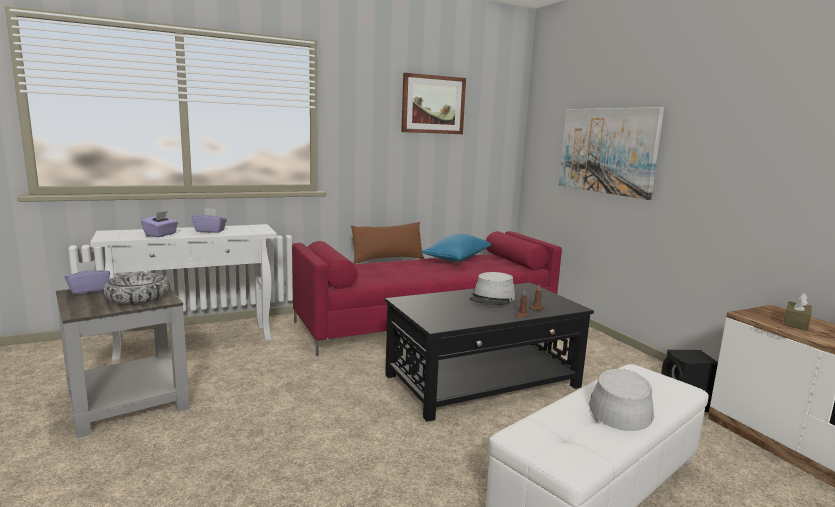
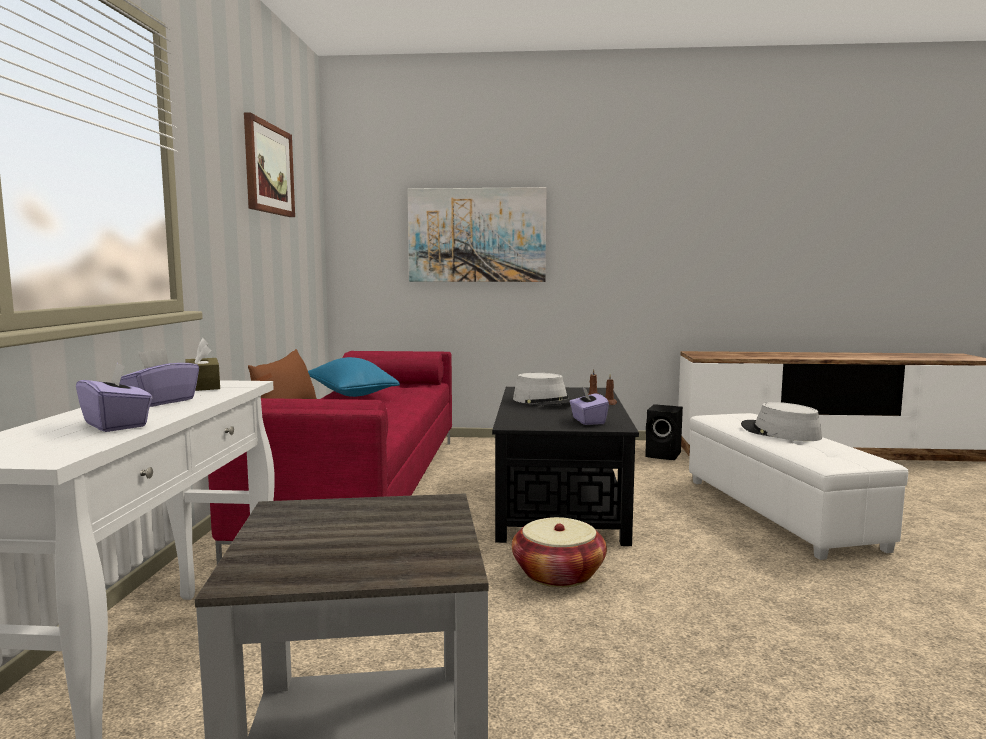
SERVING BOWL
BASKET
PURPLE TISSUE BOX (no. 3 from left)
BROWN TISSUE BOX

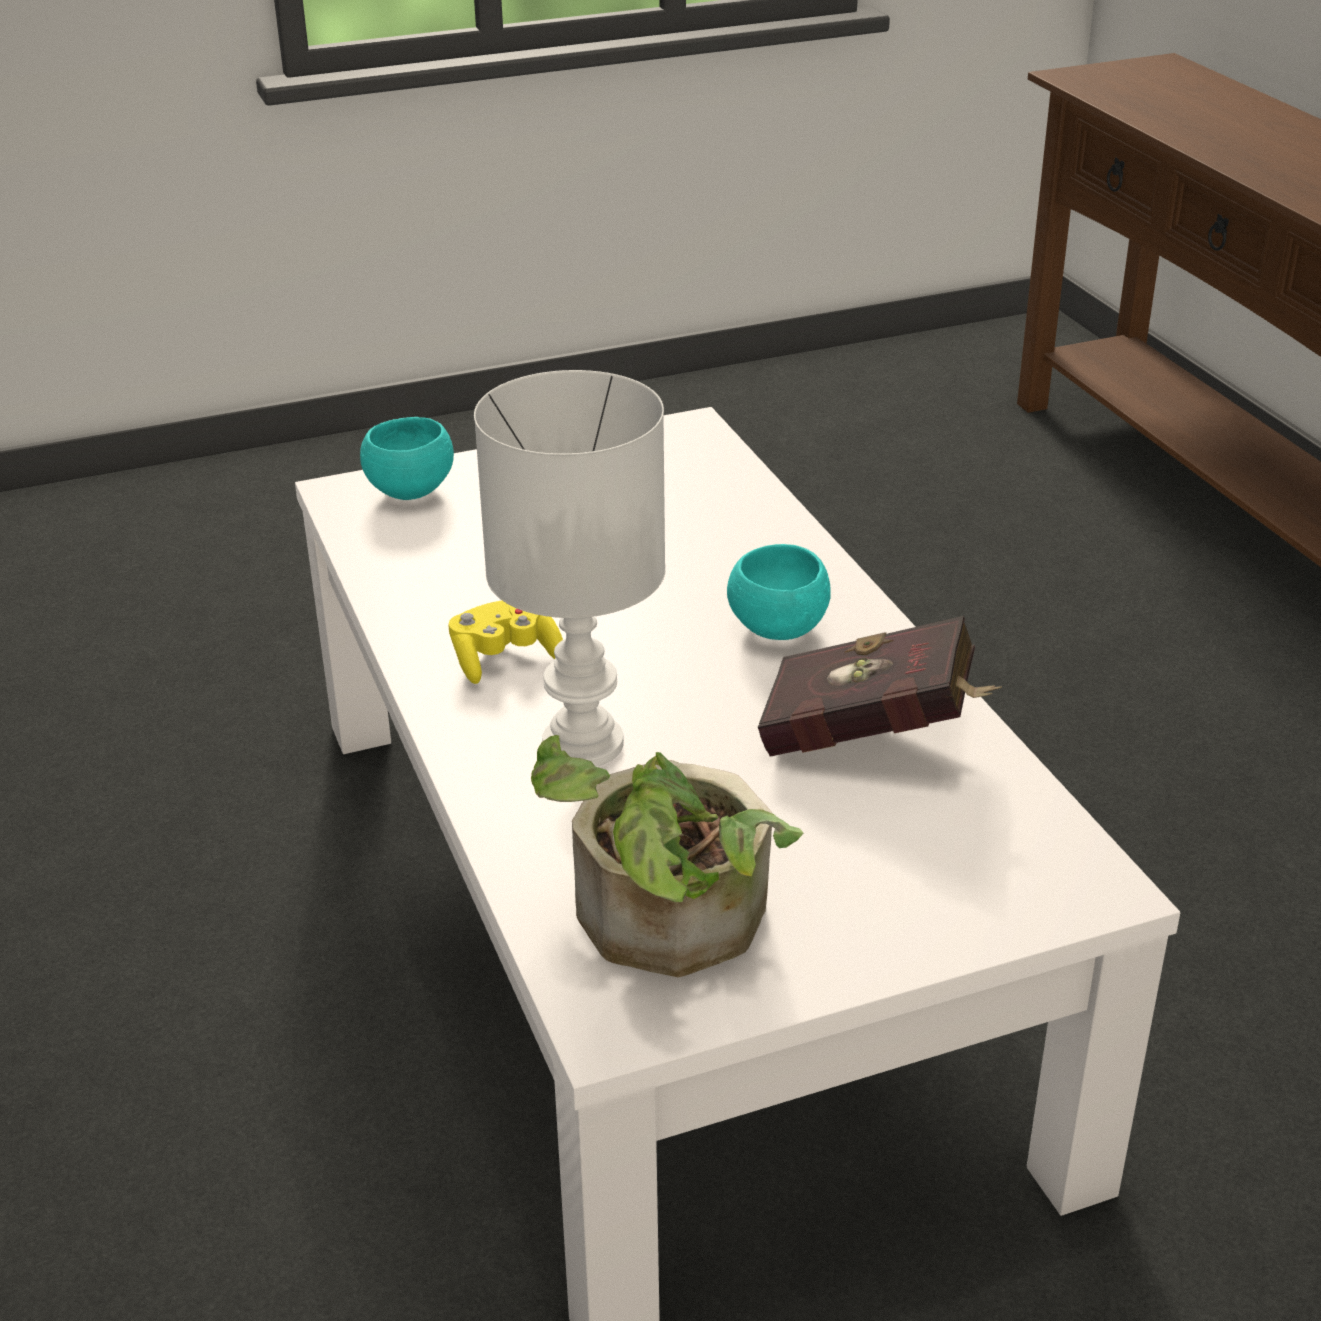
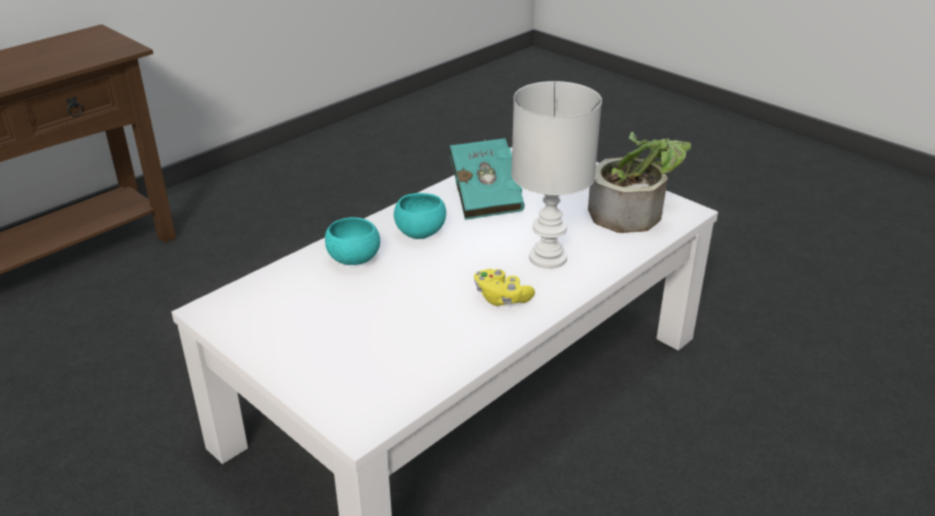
TURQUOISE-COLOURED SERVING BOWL (no. 1 from left)
TURQUOISE-COLOURED BOOK

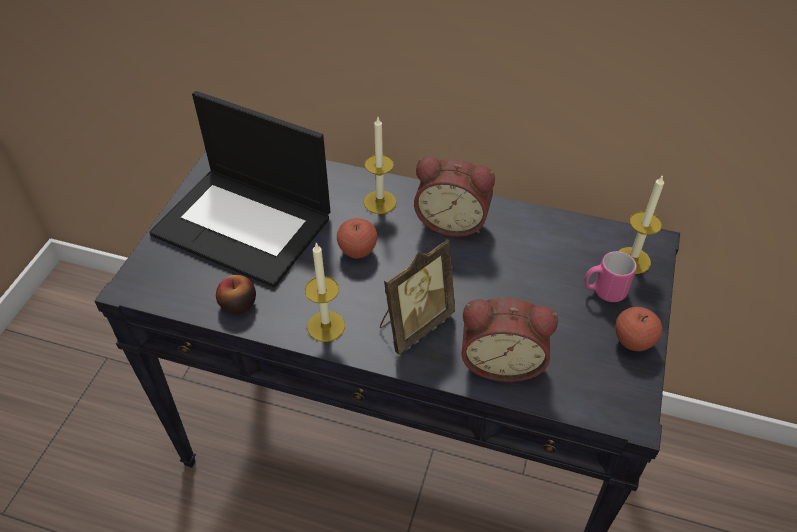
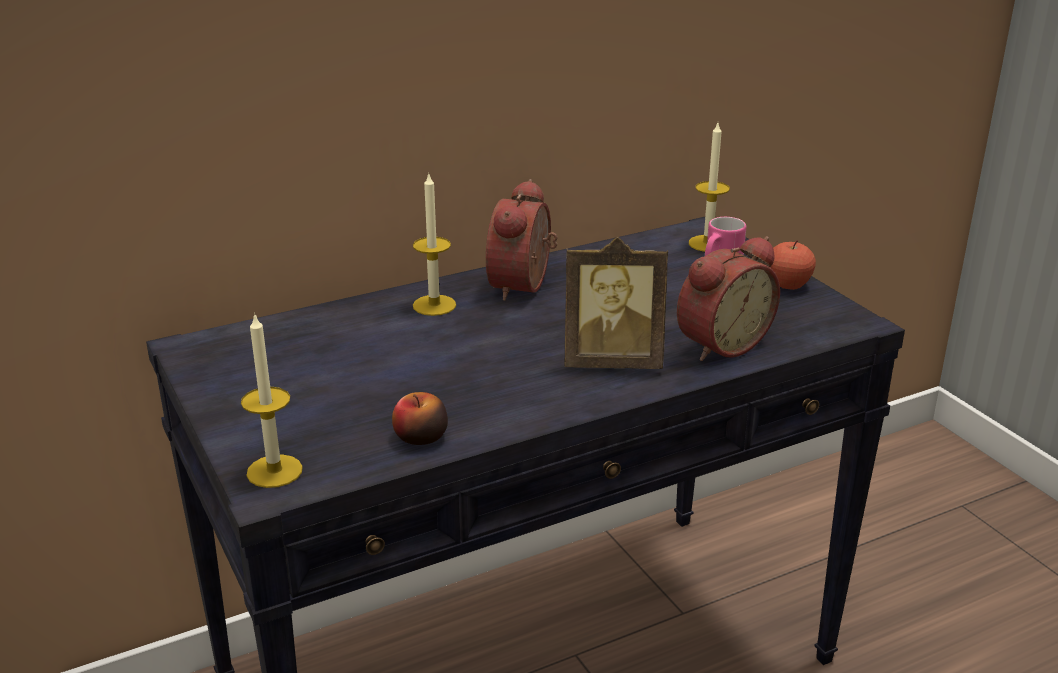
LAPTOP
WHOLE APPLE (no. 2 from left in the first image)
WAX LIGHT (no. 1 from left)
PICTURE FRAME
BEDSIDE CLOCK (no. 1 from left)

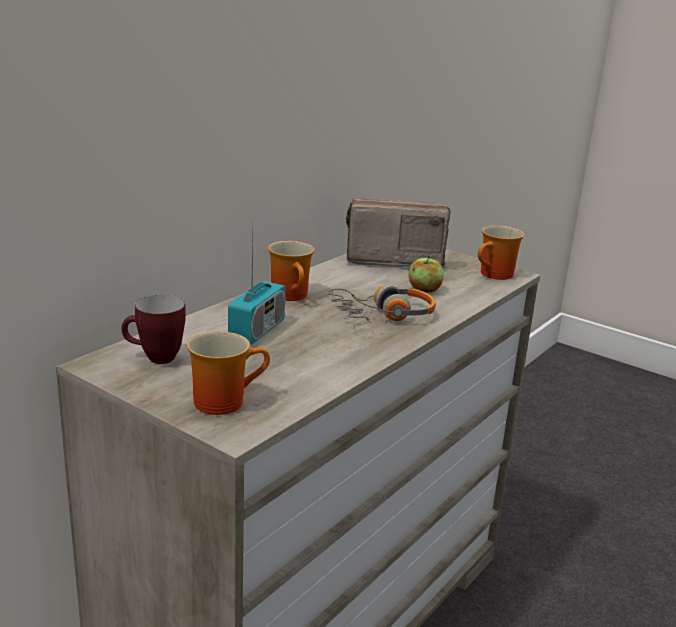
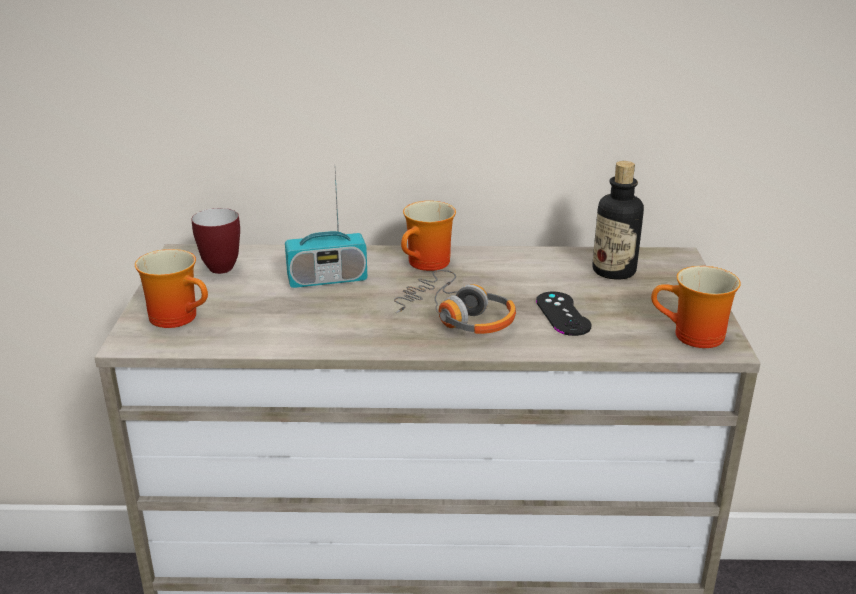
BEVERAGE BOTTLE
BLACK JOYPAD

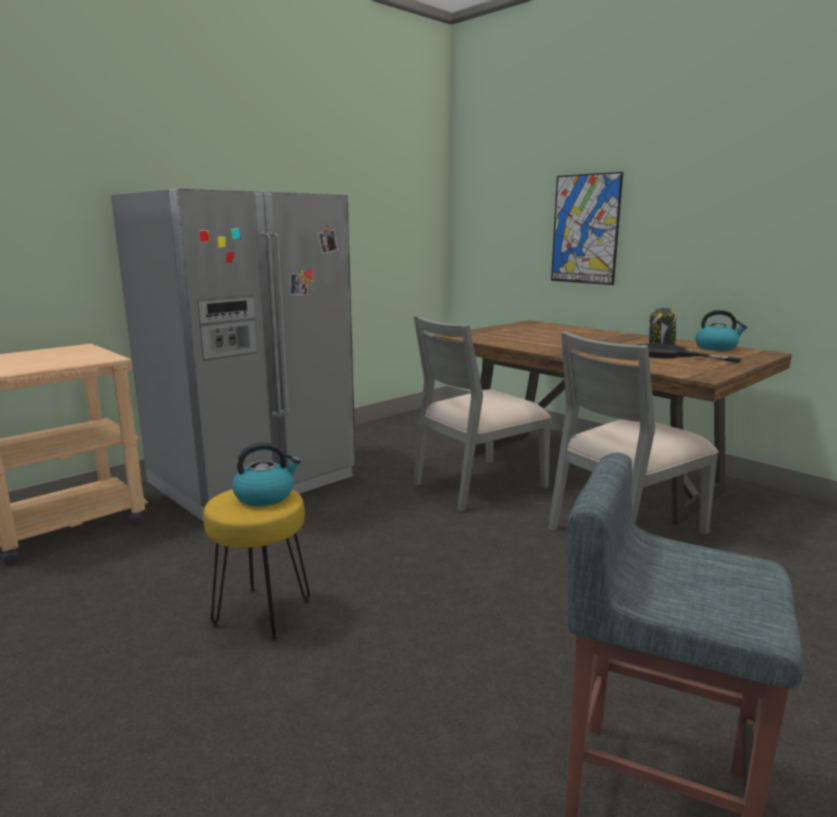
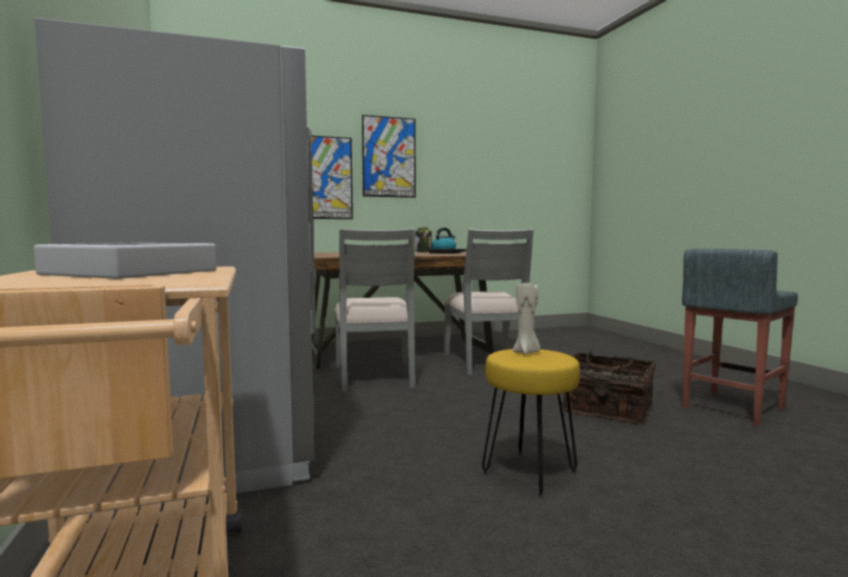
GREY SERVING TRAY
PICTURE (no. 2 from left)
BASKET
SAND-COLOURED WAX LIGHT

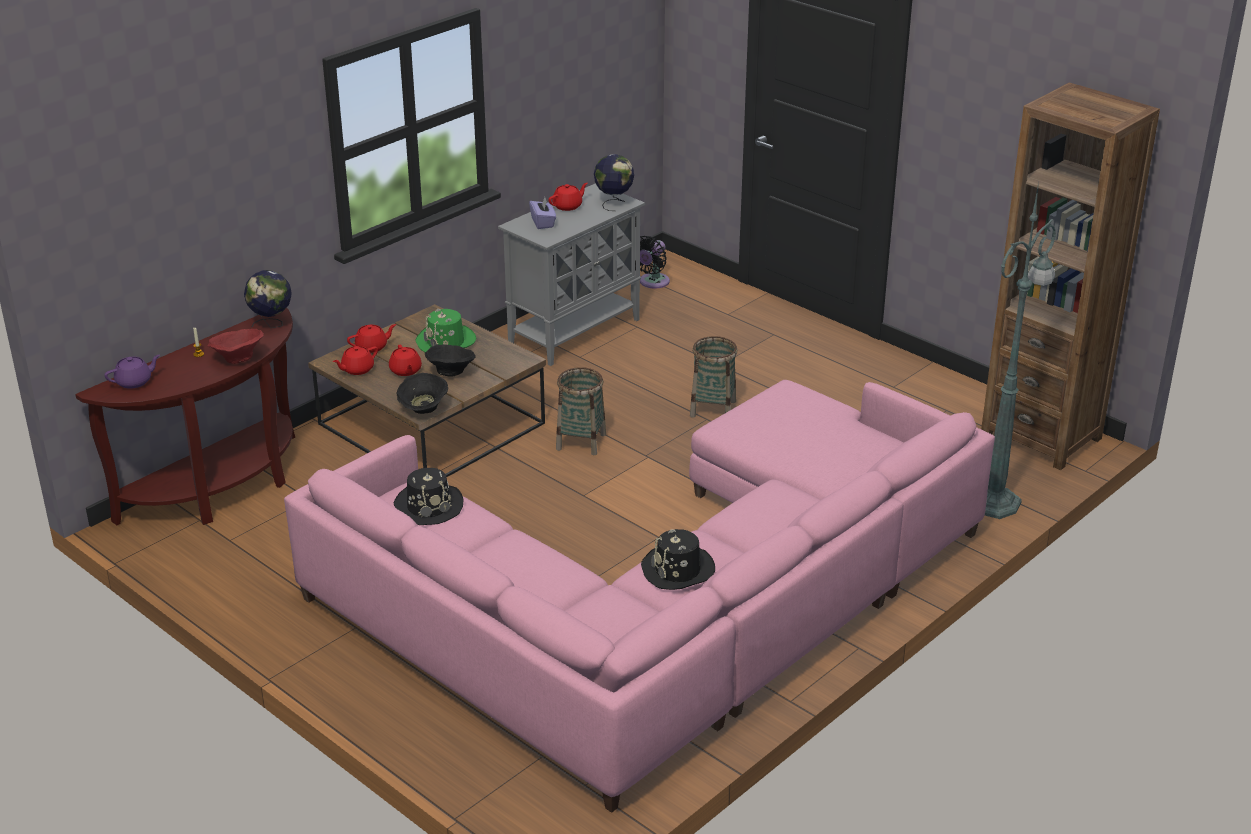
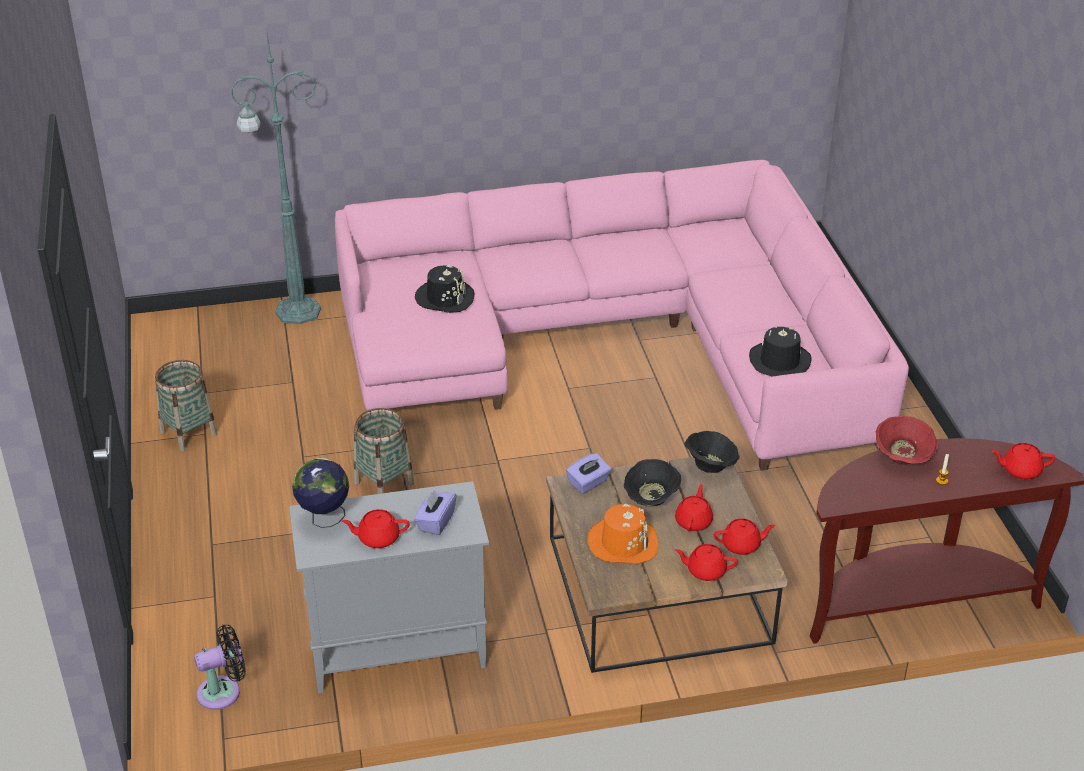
DESK GLOBE (no. 1 from left in the first image)
BROWN BOOKSHELF
PURPLE TISSUE BOX (no. 2 from left)
BASKET (no. 1 from left)
BLACK WEARABLE HAT (no. 1 from left)
RED-COLOURED POT FOR TEA (no. 5 from left)
ORANGE WEARABLE HAT

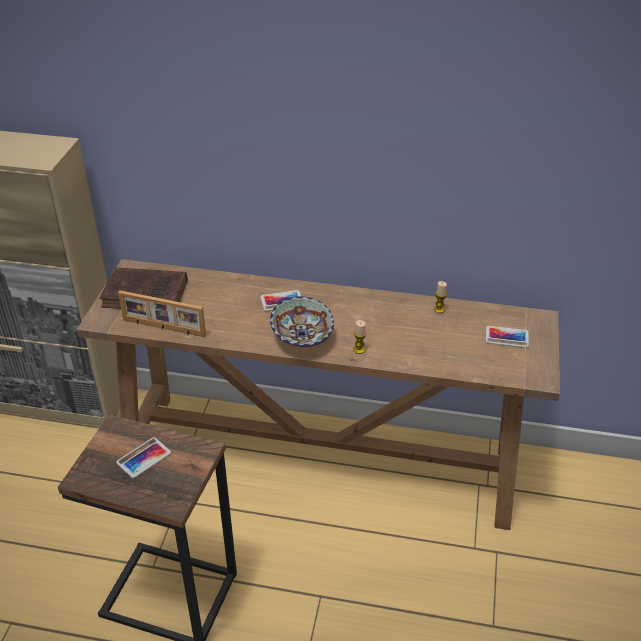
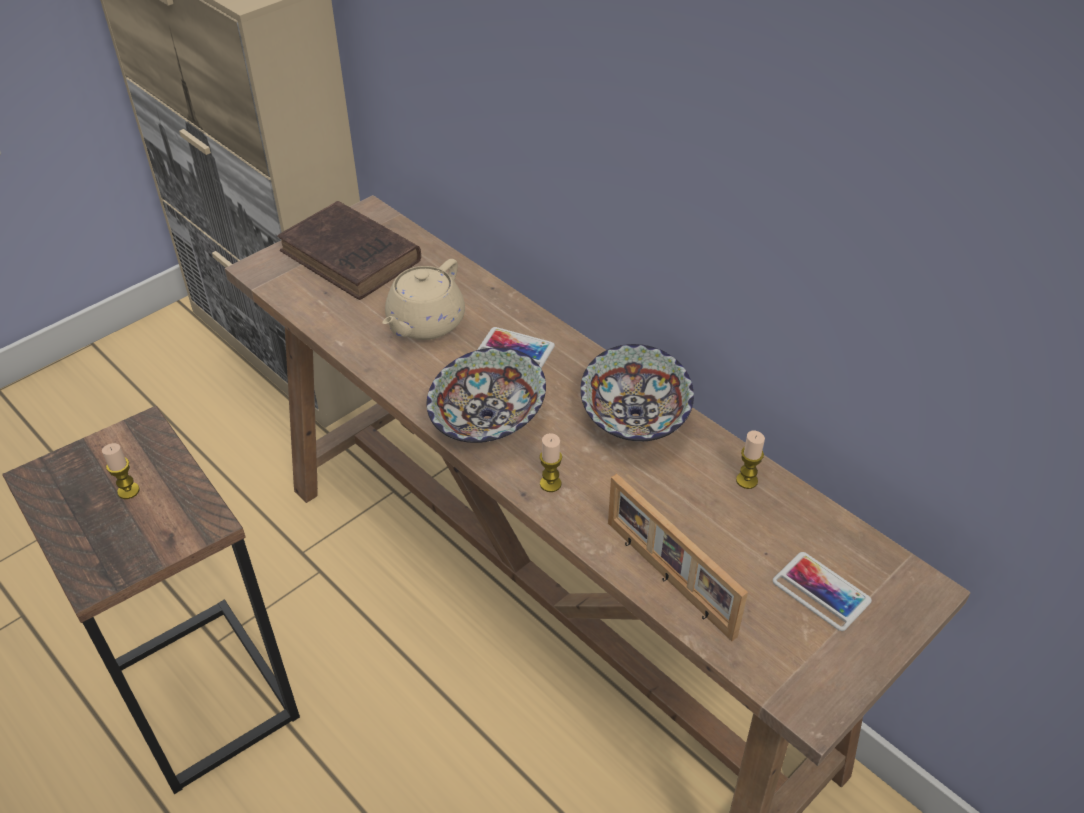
SAND-COLOURED POT FOR TEA
SERVING BOWL (no. 2 from left)
PICTURE FRAME
WAX LIGHT (no. 1 from left)

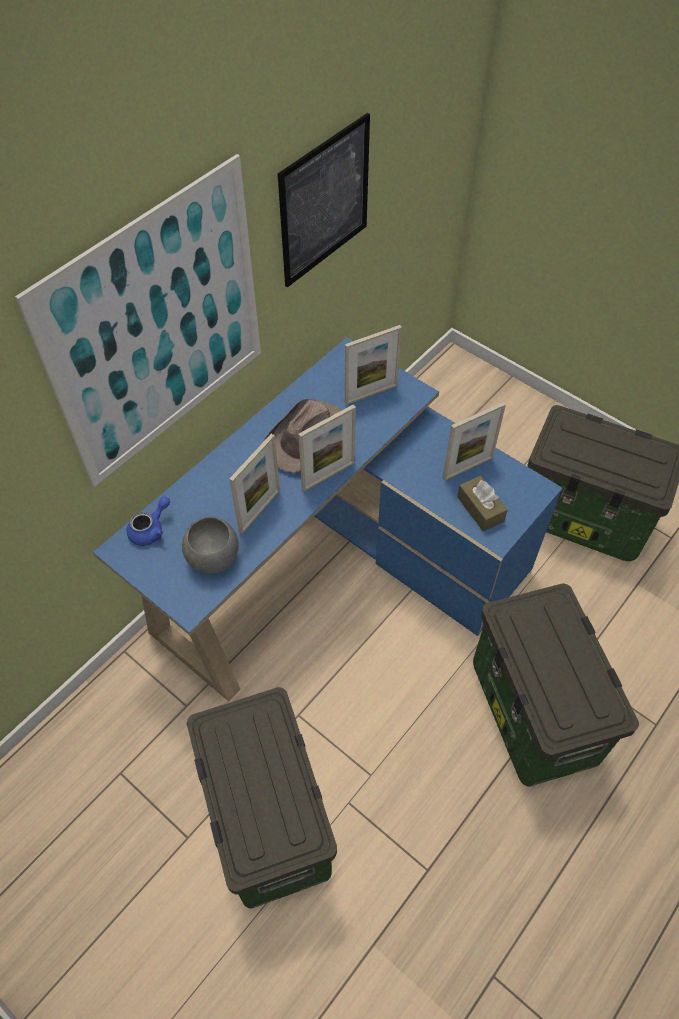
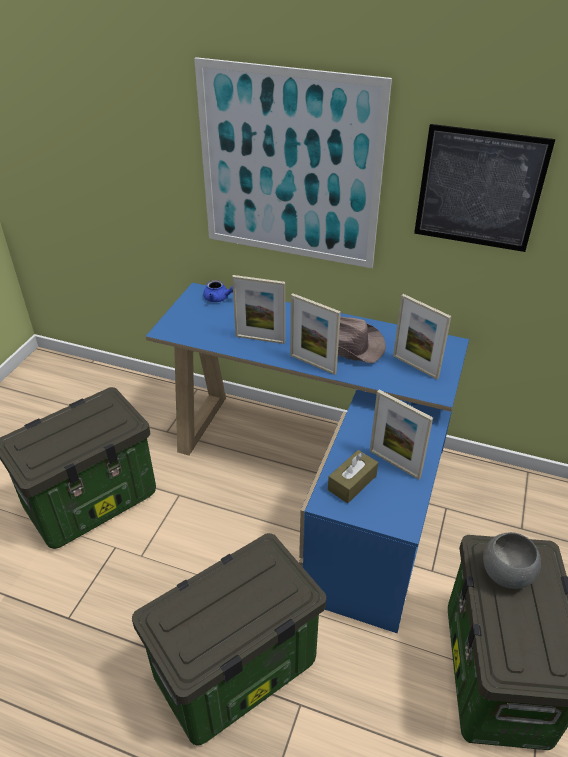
GREY SERVING BOWL

